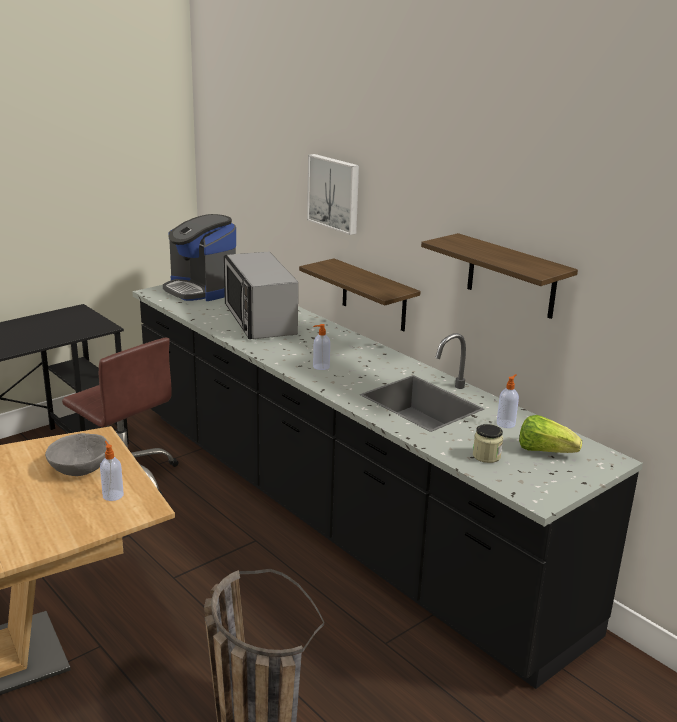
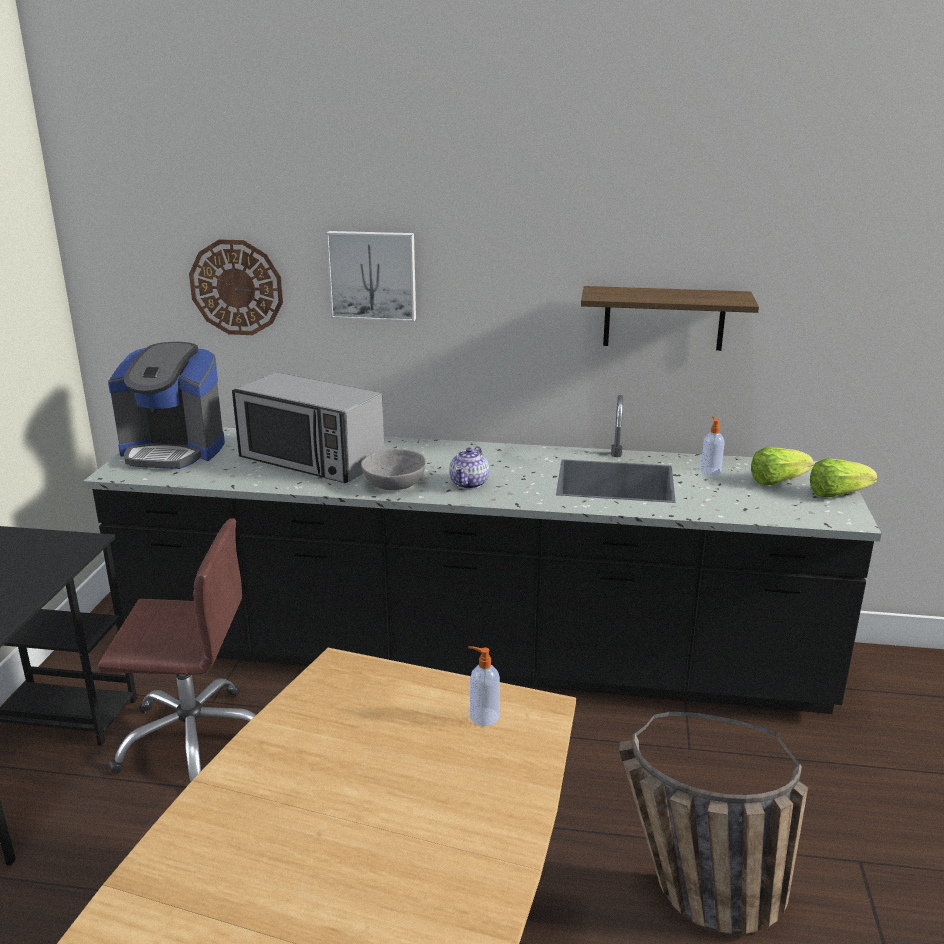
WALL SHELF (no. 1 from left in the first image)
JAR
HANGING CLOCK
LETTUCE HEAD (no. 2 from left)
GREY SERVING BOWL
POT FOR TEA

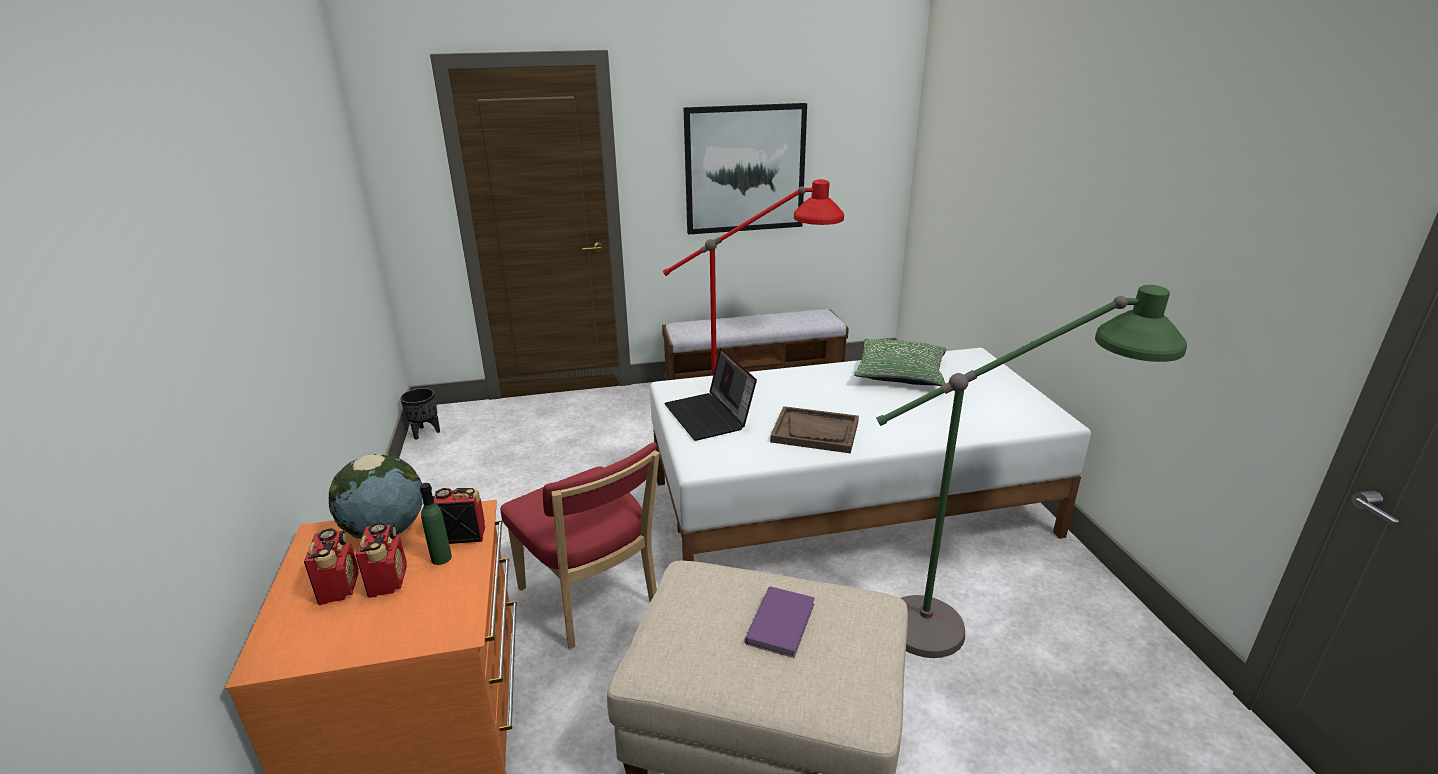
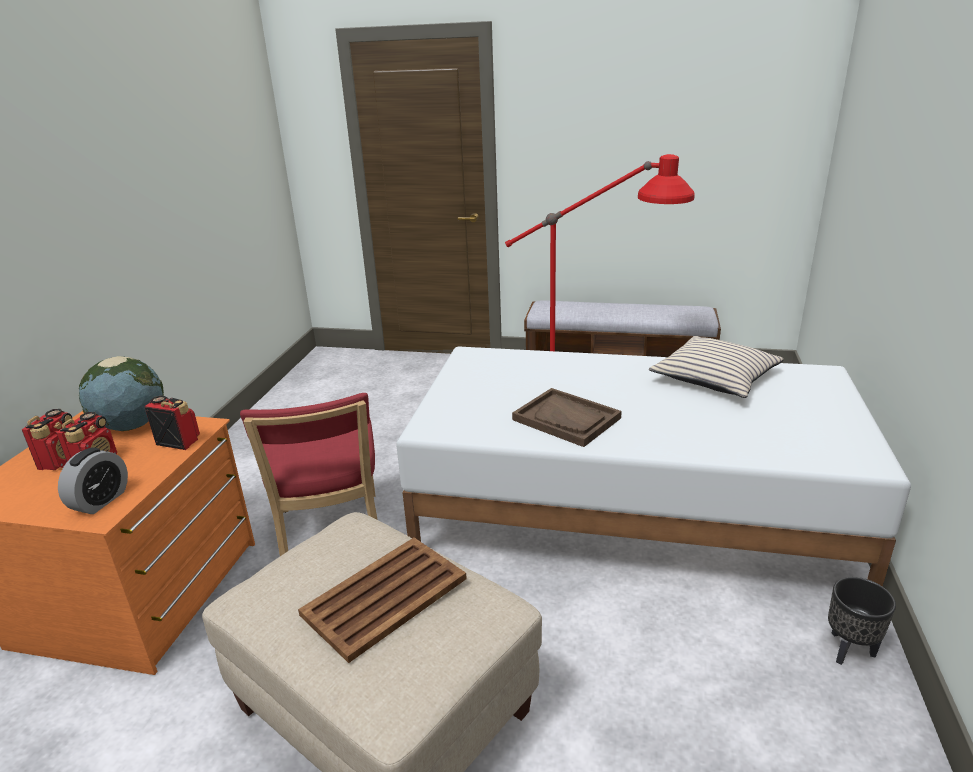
GREENISH BEVERAGE BOTTLE
LAPTOP
PICTURE
GREENISH STANDARD LAMP
BEDSIDE CLOCK
BLACK PLANTER
BROWN SERVING TRAY (no. 1 from left)
SAND-COLOURED CUSHION

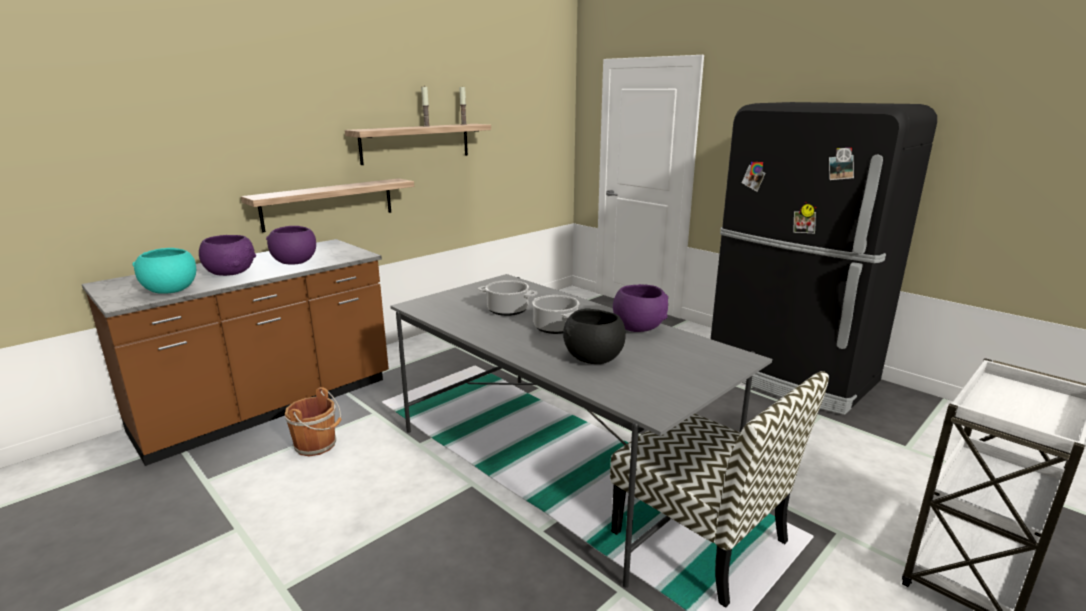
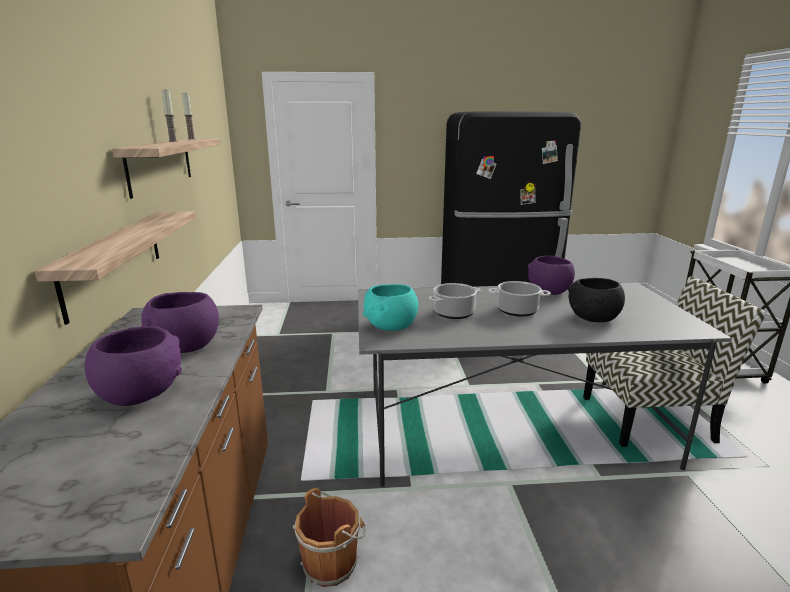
TURQUOISE-COLOURED SERVING BOWL

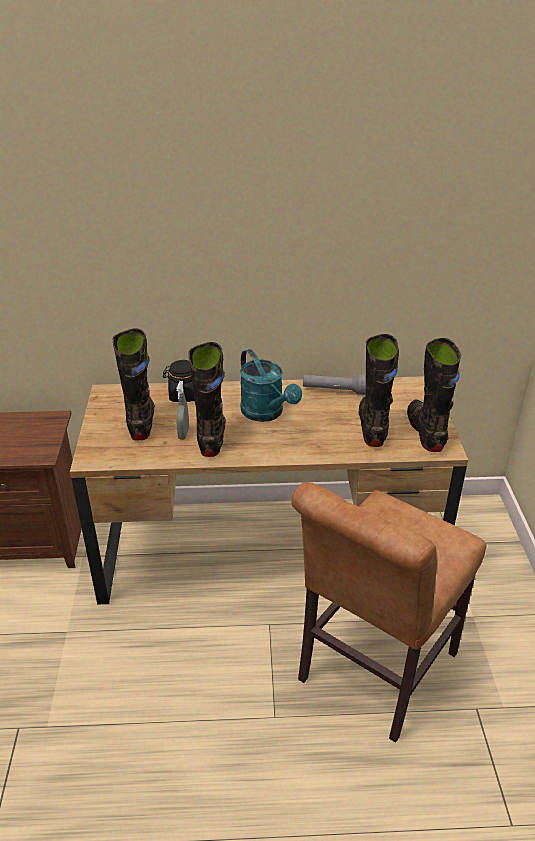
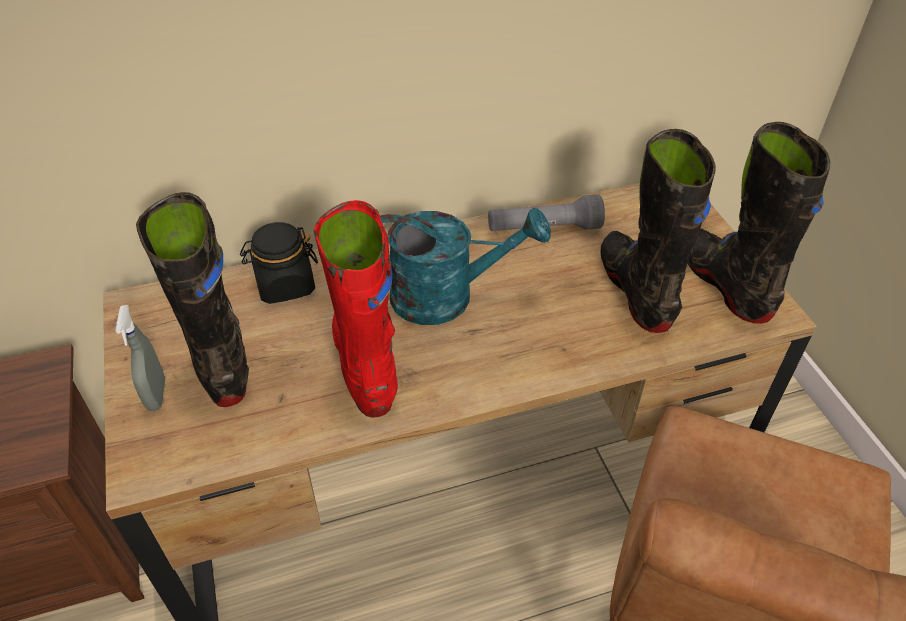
GREY SPRAYER
RED-COLOURED BOOT
TURQUOISE-COLOURED WATERING POT

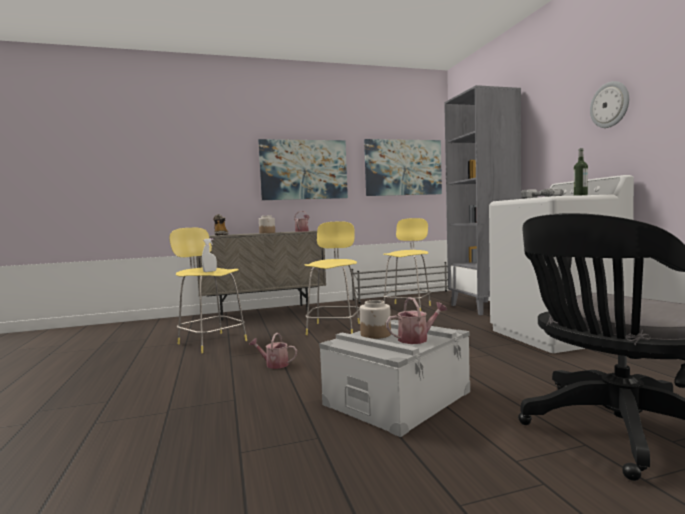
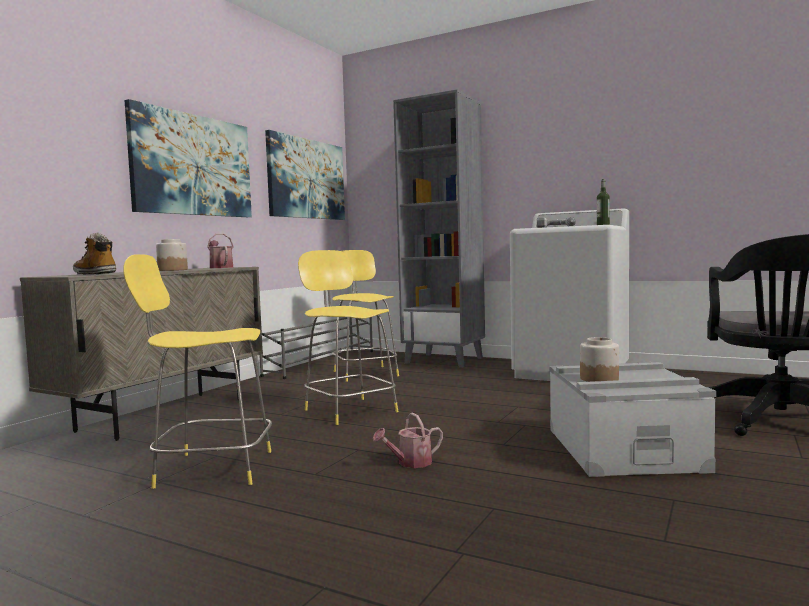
WHITISH SPRAYER
WATERING POT (no. 3 from left in the first image)
HANGING CLOCK

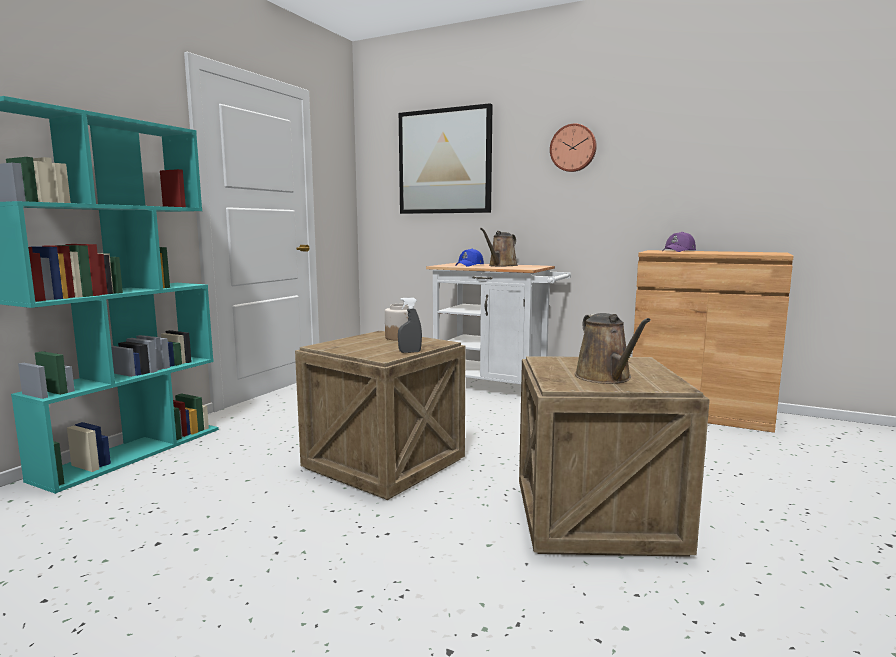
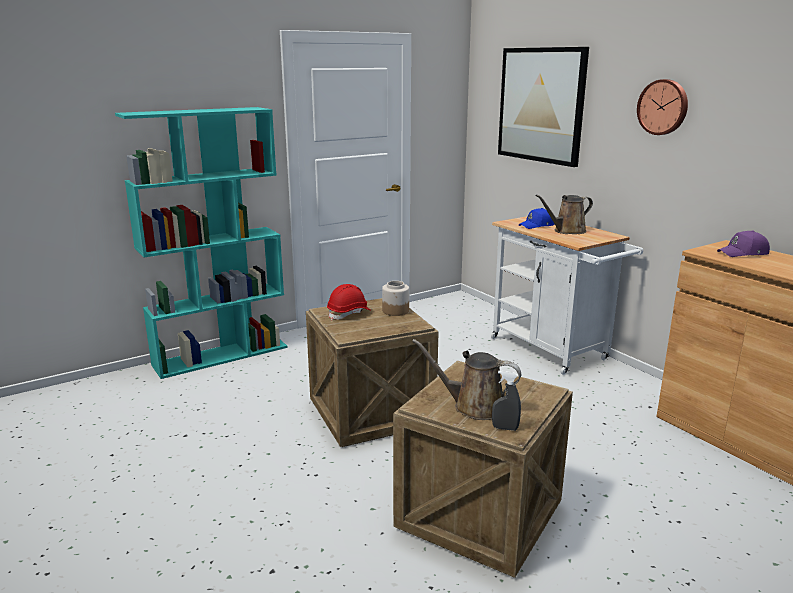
RED-COLOURED HARD HAT
GREY SPRAYER
BROWN WATERING POT (no. 1 from left)

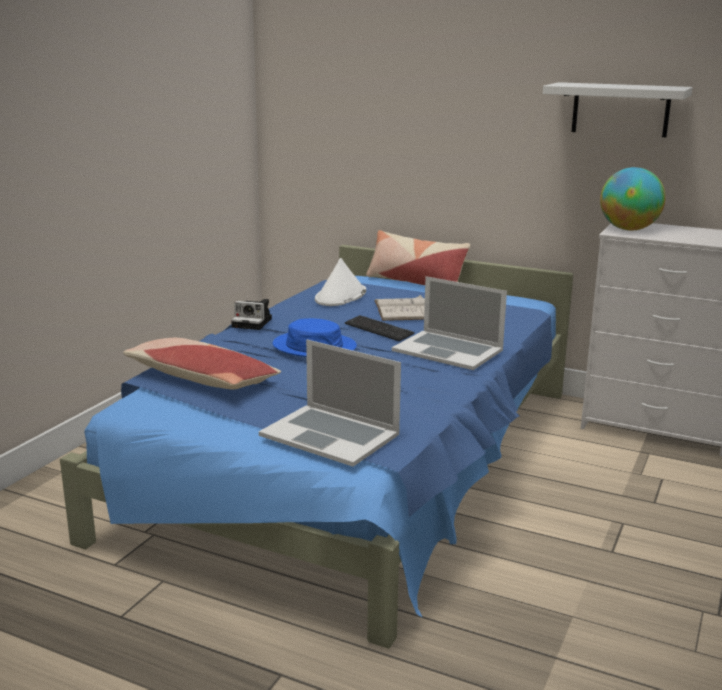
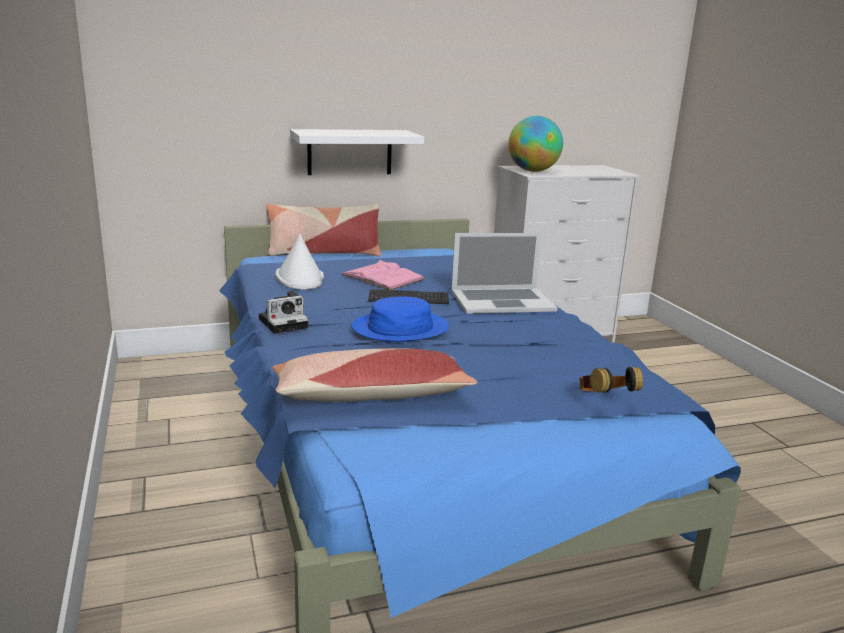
WHITISH WALL SHELF
HEADSET
PINK BOOK

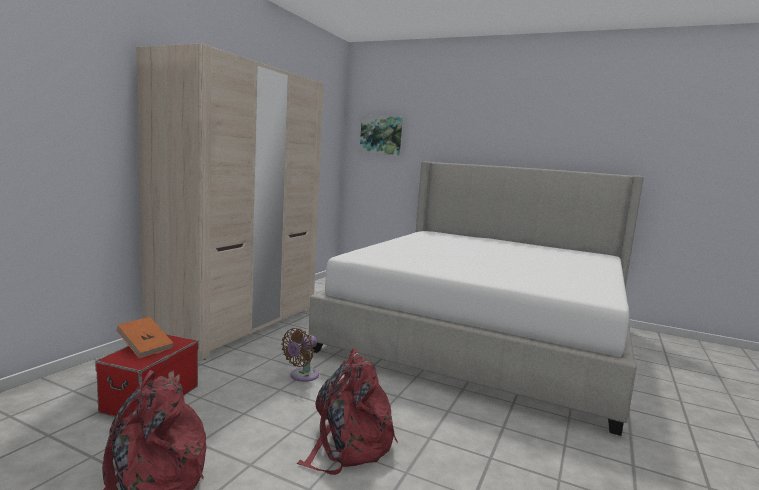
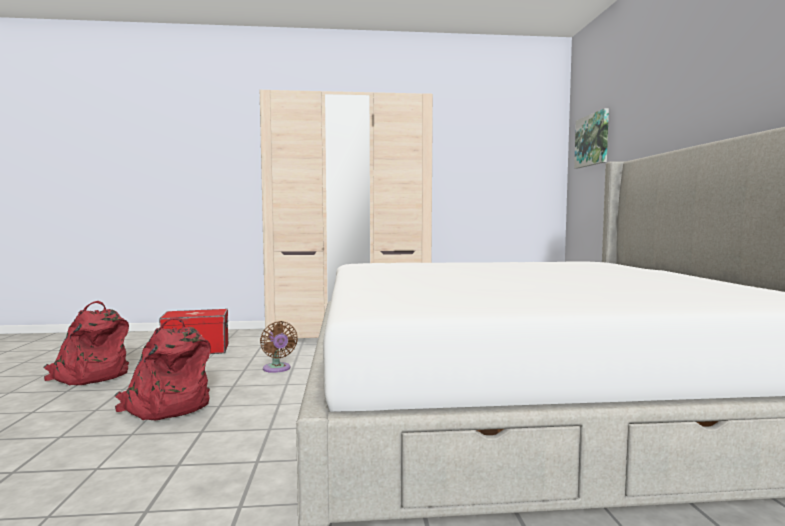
ORANGE BOOK
BROWN ELECTRIC FAN

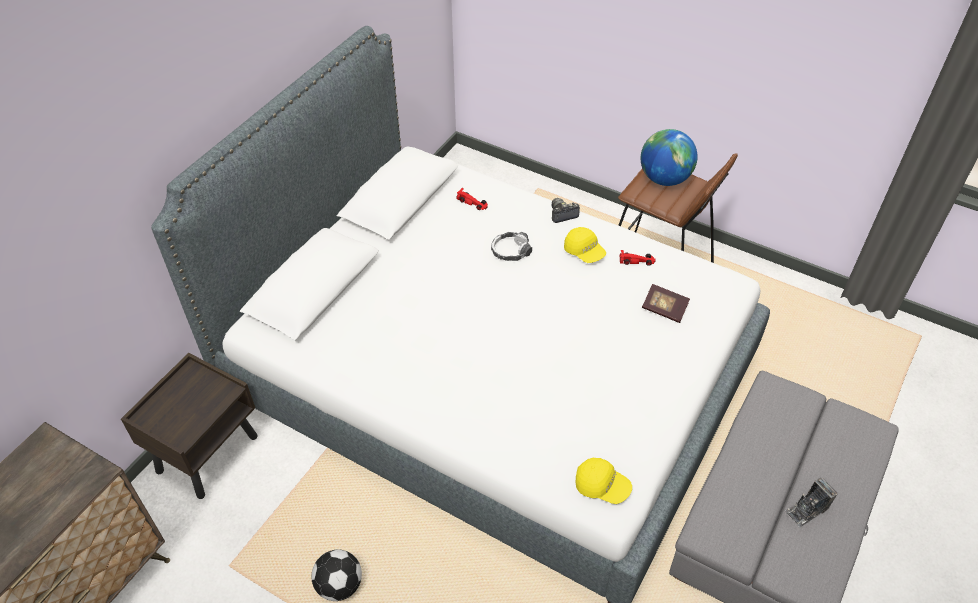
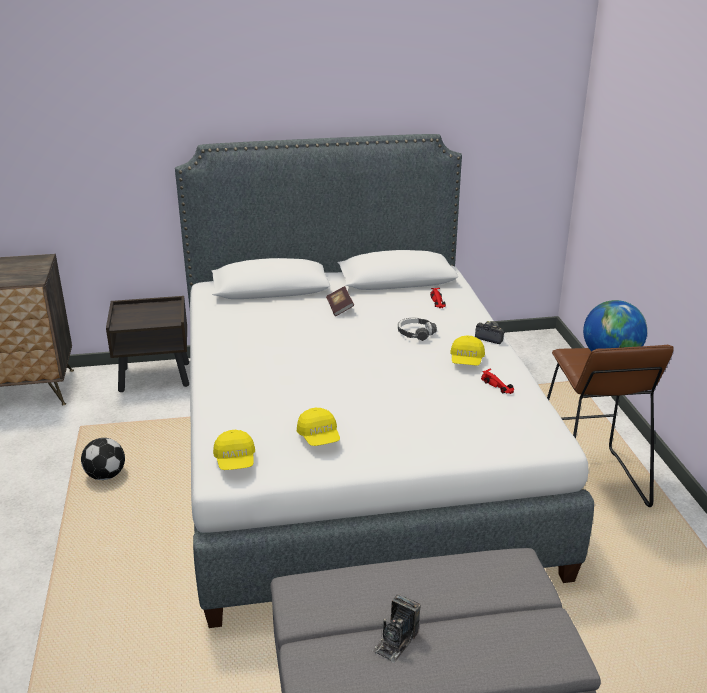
YELLOWISH PEAKED CAP (no. 2 from left)
BOOK
PHOTO CAMERA (no. 1 from left)

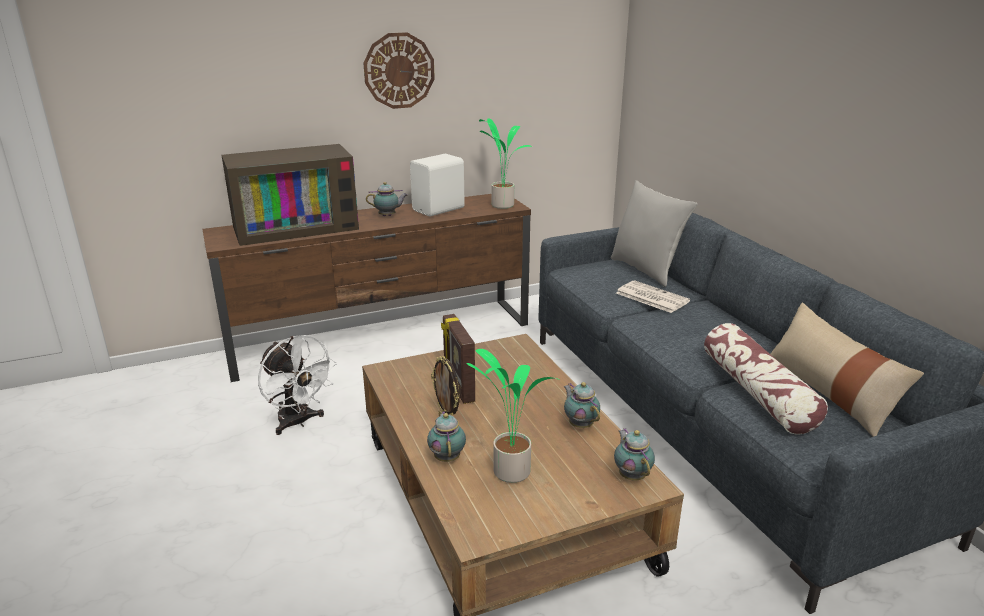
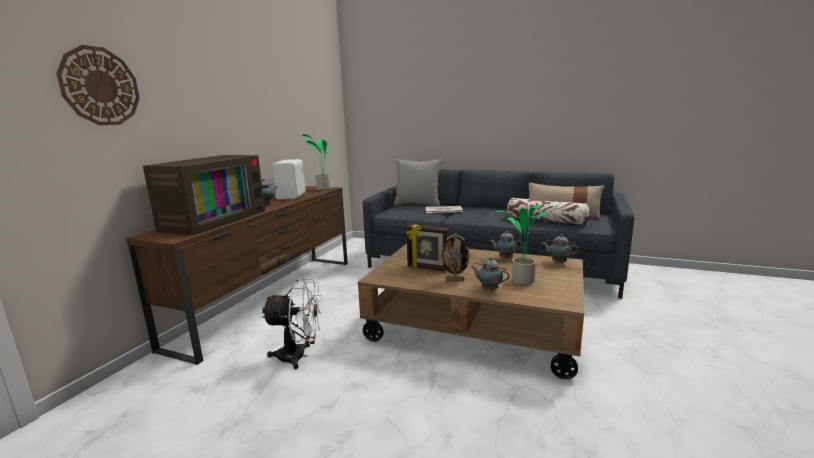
HANGING CLOCK

